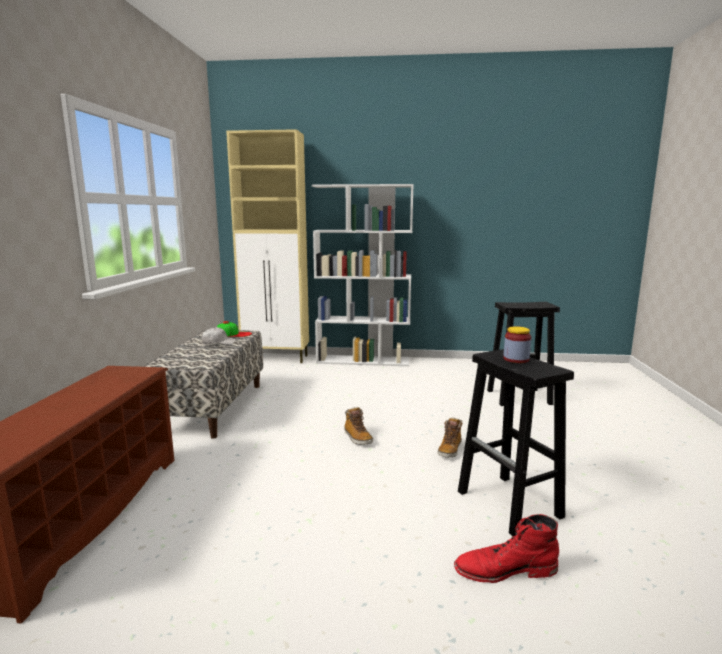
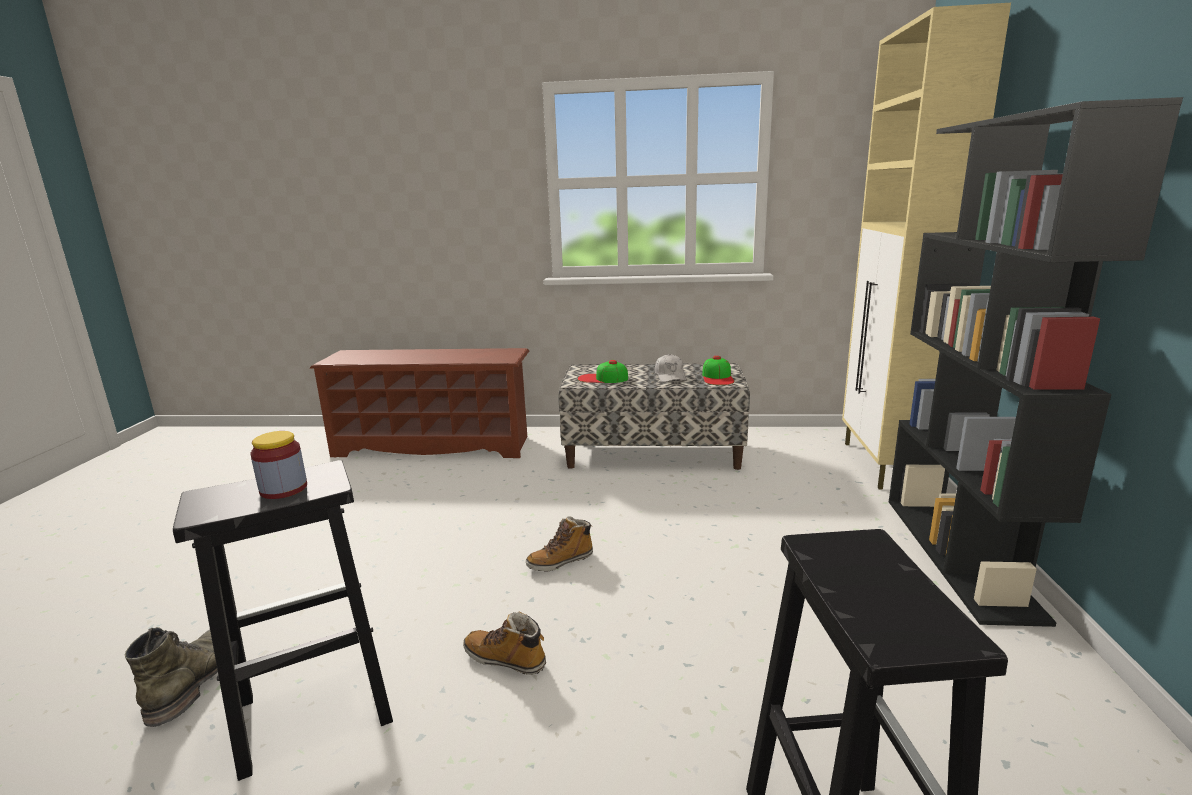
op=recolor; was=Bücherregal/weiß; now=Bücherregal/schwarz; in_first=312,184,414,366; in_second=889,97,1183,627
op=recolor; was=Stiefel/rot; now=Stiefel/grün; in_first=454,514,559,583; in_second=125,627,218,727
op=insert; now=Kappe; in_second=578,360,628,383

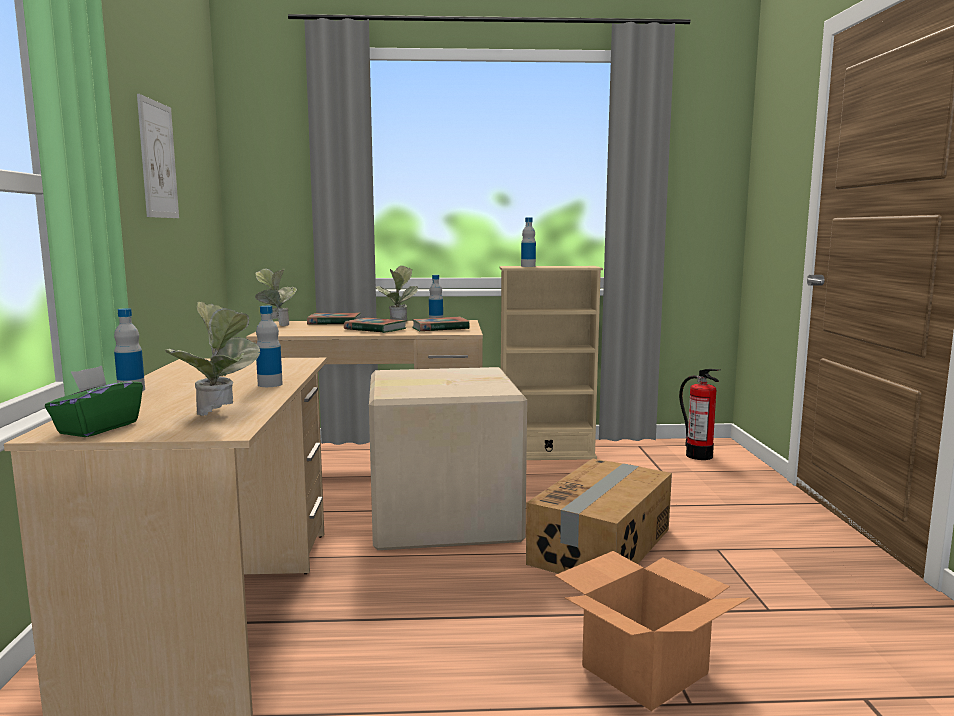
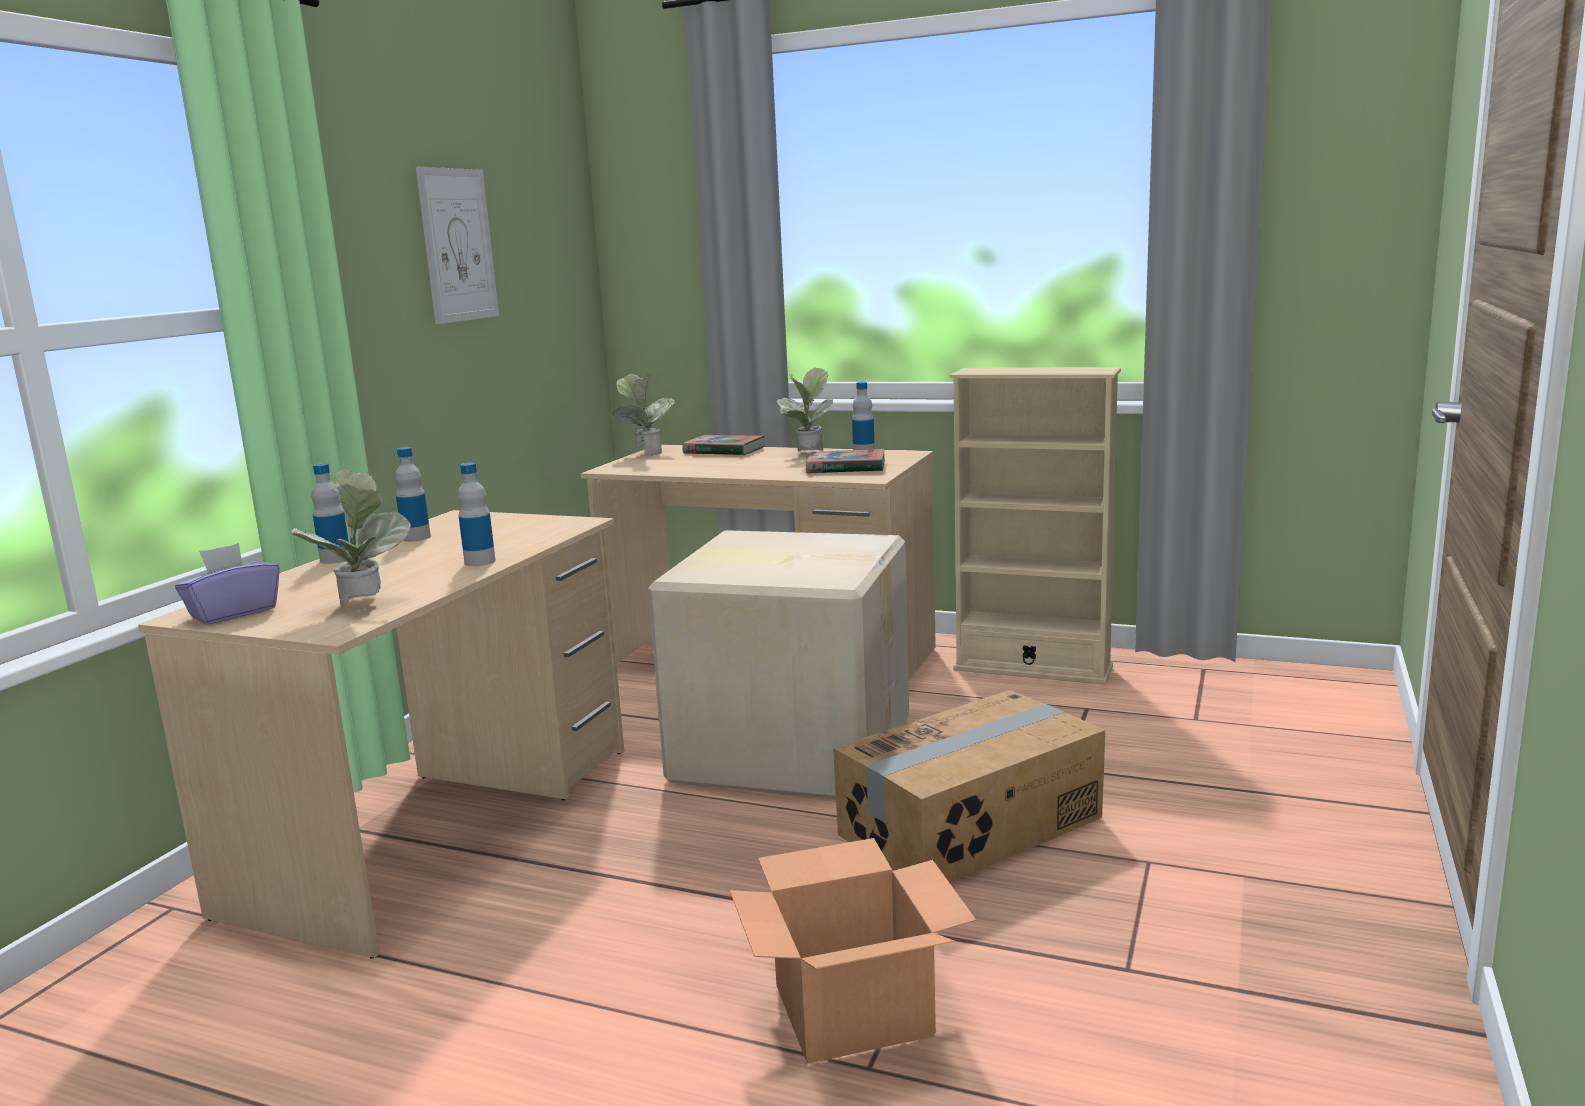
op=move; was=Flasche; in_first=521,218,536,267; in_second=395,447,431,542
op=delete; was=Buch; in_first=344,318,407,333
op=recolor; was=Taschentuchbox/grün; now=Taschentuchbox/lila; in_first=45,366,143,437; in_second=175,543,280,624
op=delete; was=Feuerlöscher; in_first=679,369,721,460

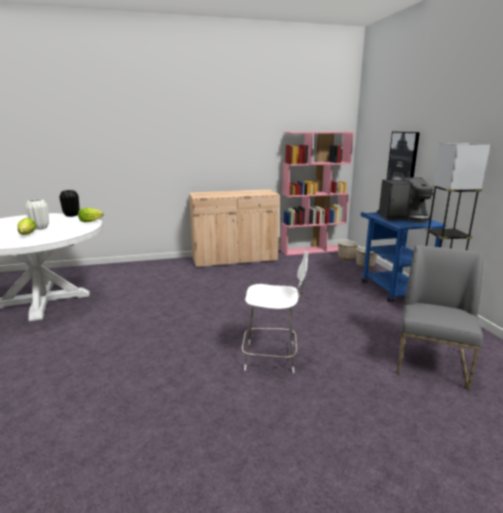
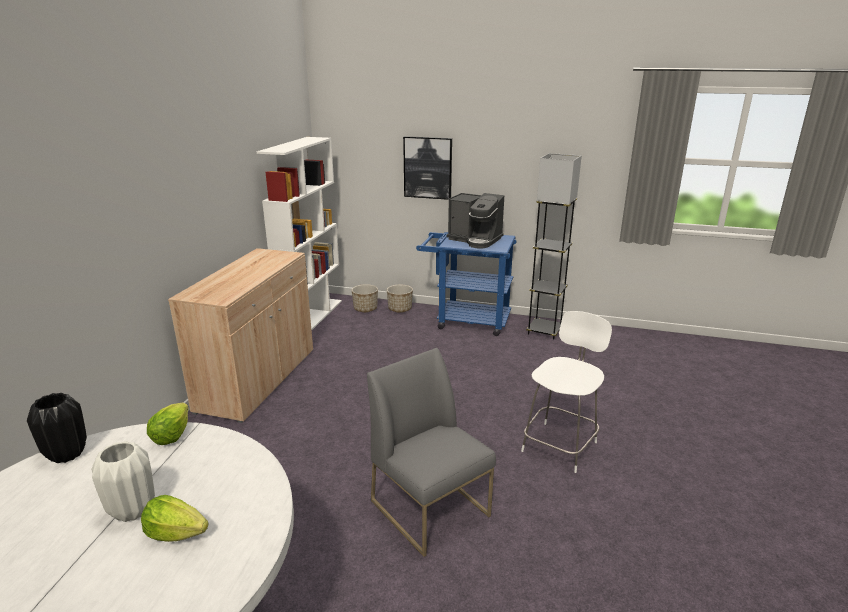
op=recolor; was=Bücherregal/rosa; now=Bücherregal/weiß; in_first=281,132,354,256; in_second=256,137,342,330
op=rotate; was=Kaffeemaschine; in_first=377,177,434,223; in_second=446,193,504,249; clockwise=90
op=move; was=Stuhl/grau; in_first=397,245,483,391; in_second=367,348,496,557

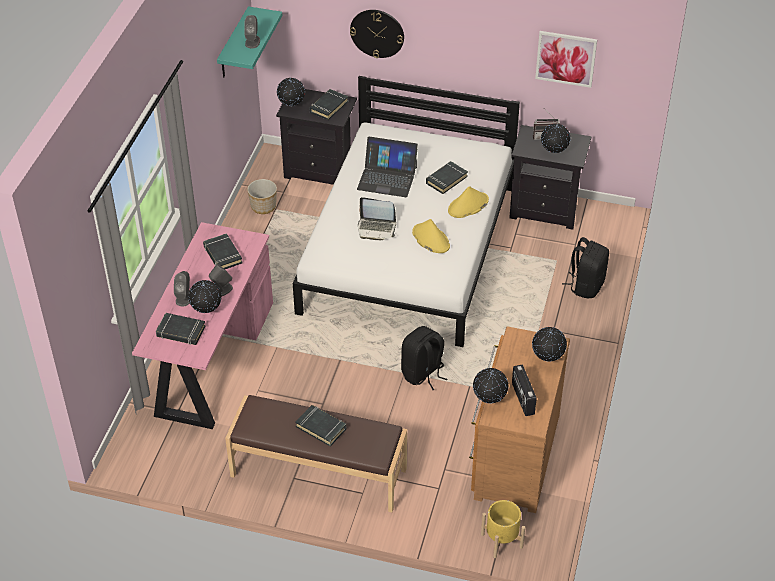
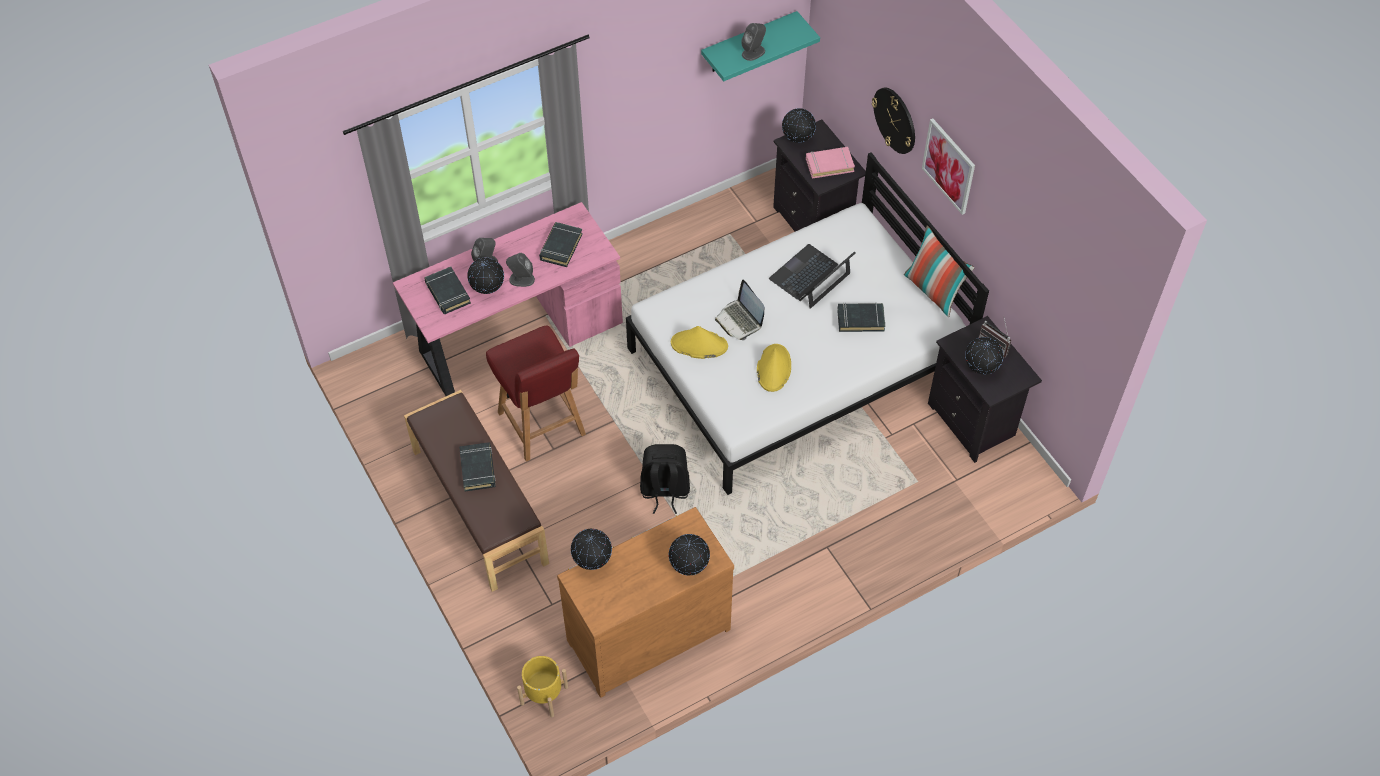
op=move; was=Bild; in_first=535,31,597,88; in_second=922,118,975,215
op=recolor; was=Buch/schwarz; now=Buch/rosa; in_first=309,89,348,120; in_second=806,147,855,179
op=rotate; was=Laptop; in_first=357,137,418,197; in_second=769,244,856,309; clockwise=75
op=delete; was=Pflanzkübel; in_first=247,179,277,214
op=move; was=Hut/gelb; in_first=448,186,489,218; in_second=671,326,728,359
op=delete; was=Rucksack/schwarz; in_first=562,237,609,298
op=delete; was=Radio; in_first=512,365,536,416
op=insert; now=Kissen; in_second=904,226,974,317
op=insert; now=Stuhl/rot; in_second=486,325,586,462

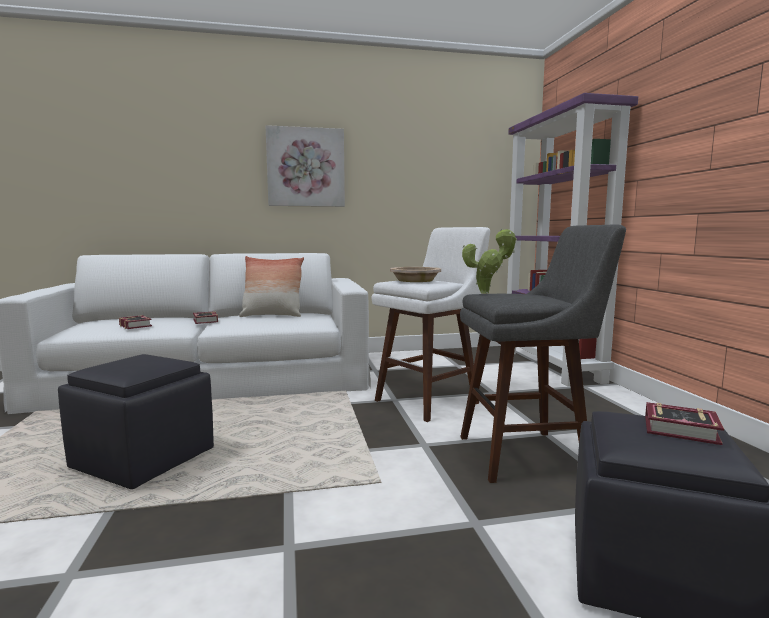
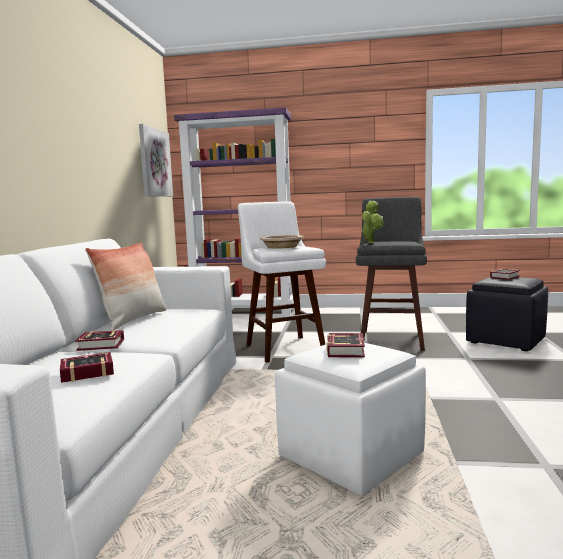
op=move; was=Bild; in_first=266,125,345,207; in_second=139,124,173,197
op=recolor; was=Polsterhocker/schwarz; now=Polsterhocker/weiß; in_first=58,354,214,489; in_second=275,343,426,496
op=insert; now=Buch; in_second=327,333,365,357

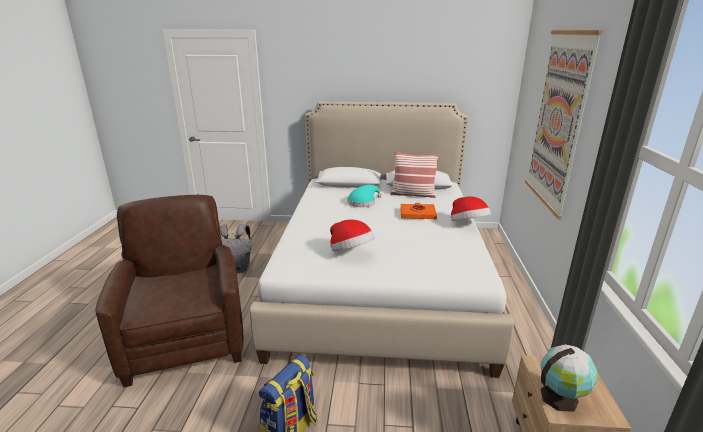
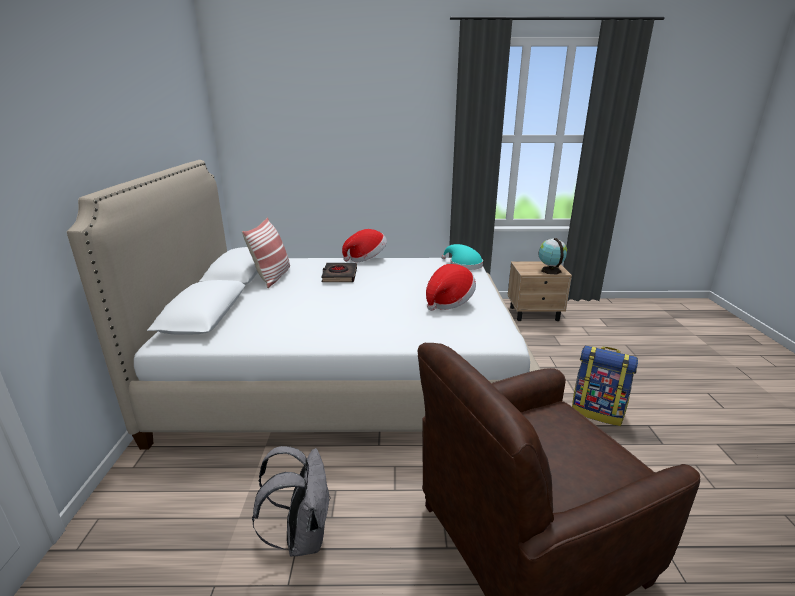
op=delete; was=Bild; in_first=525,30,603,219
op=move; was=Hut/türkis; in_first=348,185,381,207; in_second=441,244,483,270
op=recolor; was=Buch/orange; now=Buch/schwarz; in_first=400,203,437,219; in_second=321,263,357,282

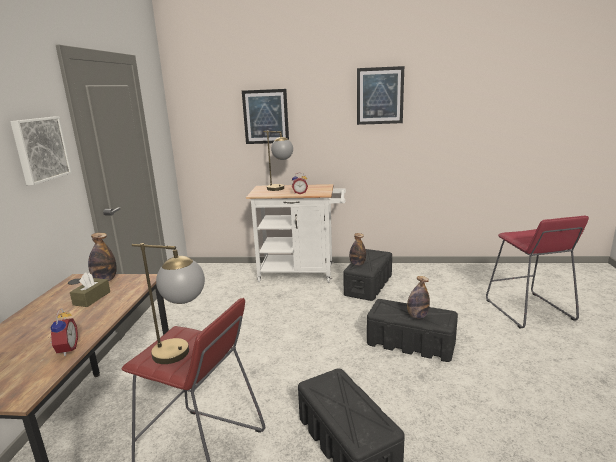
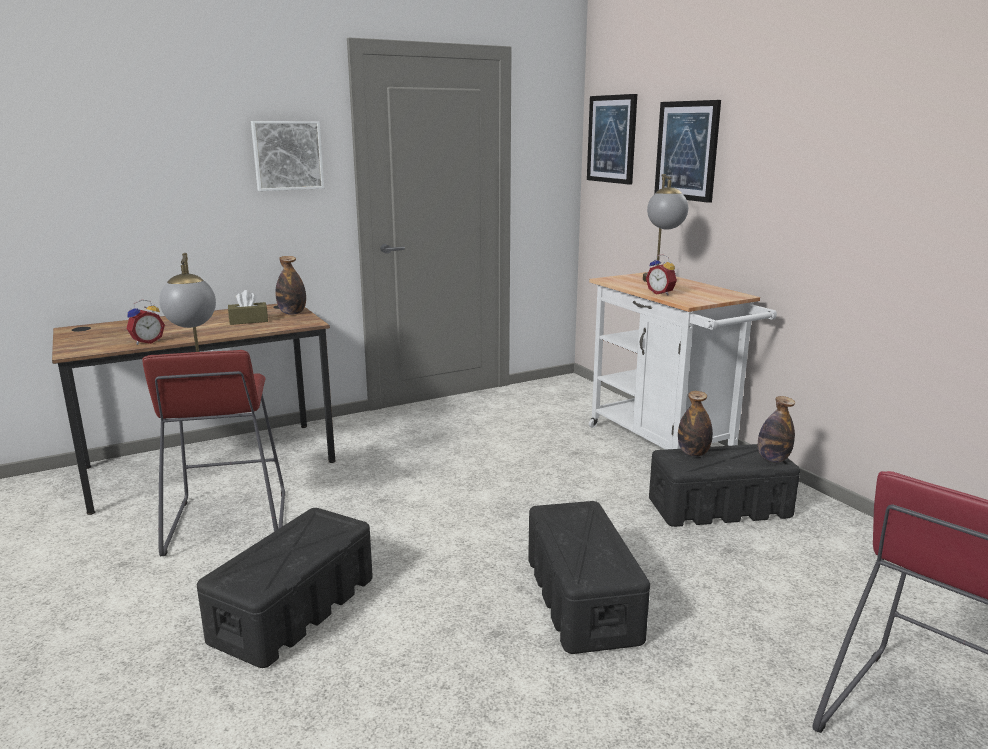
op=move; was=Bild; in_first=357,66,404,125; in_second=587,94,637,185
op=move; was=Flasche; in_first=407,276,430,319; in_second=758,396,795,463

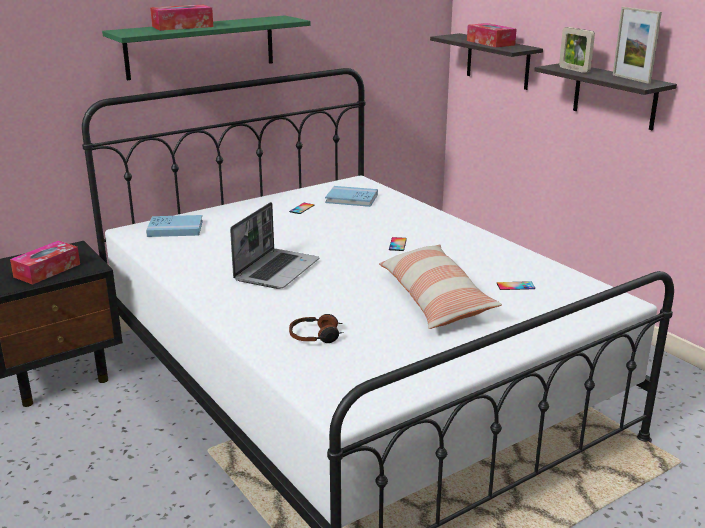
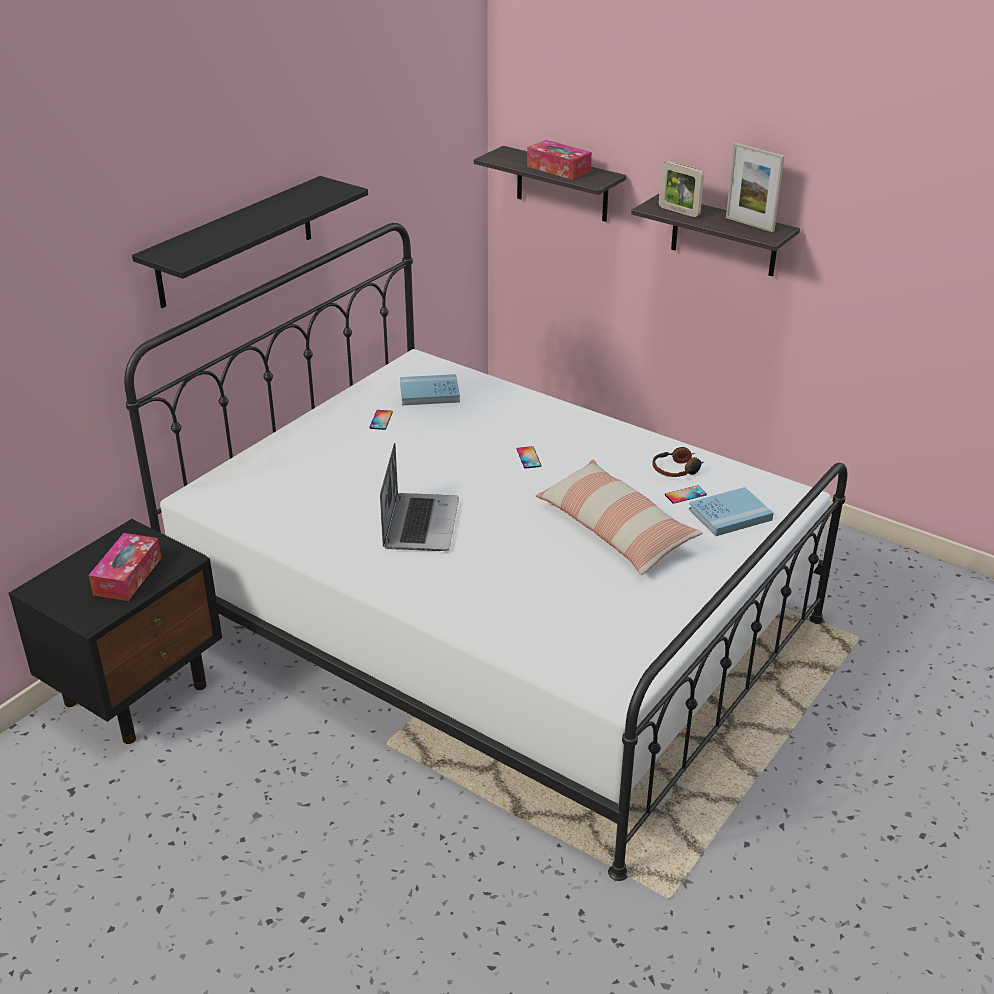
op=delete; was=Taschentuchbox; in_first=150,5,213,31
op=recolor; was=Wandregal/grün; now=Wandregal/schwarz; in_first=102,15,310,80; in_second=132,176,368,308
op=move; was=Buch/blau; in_first=146,215,203,237; in_second=689,487,774,536
op=move; was=Kopfhörer; in_first=289,314,344,343; in_second=652,447,703,477

